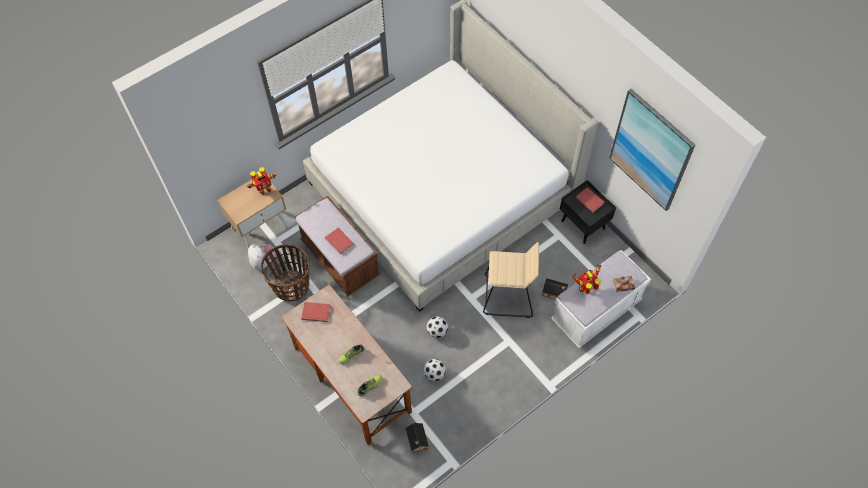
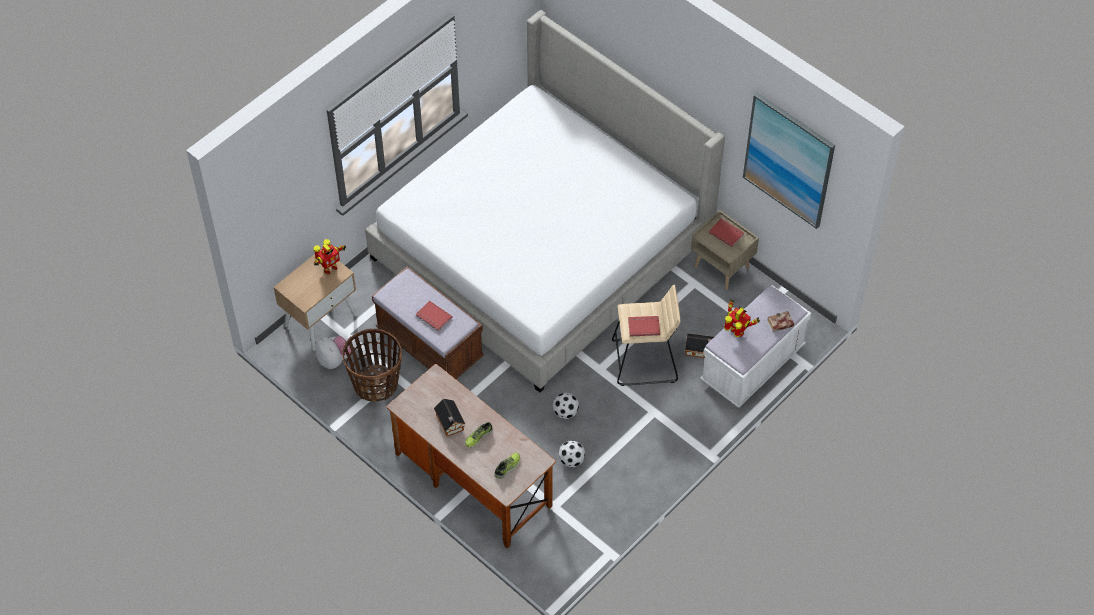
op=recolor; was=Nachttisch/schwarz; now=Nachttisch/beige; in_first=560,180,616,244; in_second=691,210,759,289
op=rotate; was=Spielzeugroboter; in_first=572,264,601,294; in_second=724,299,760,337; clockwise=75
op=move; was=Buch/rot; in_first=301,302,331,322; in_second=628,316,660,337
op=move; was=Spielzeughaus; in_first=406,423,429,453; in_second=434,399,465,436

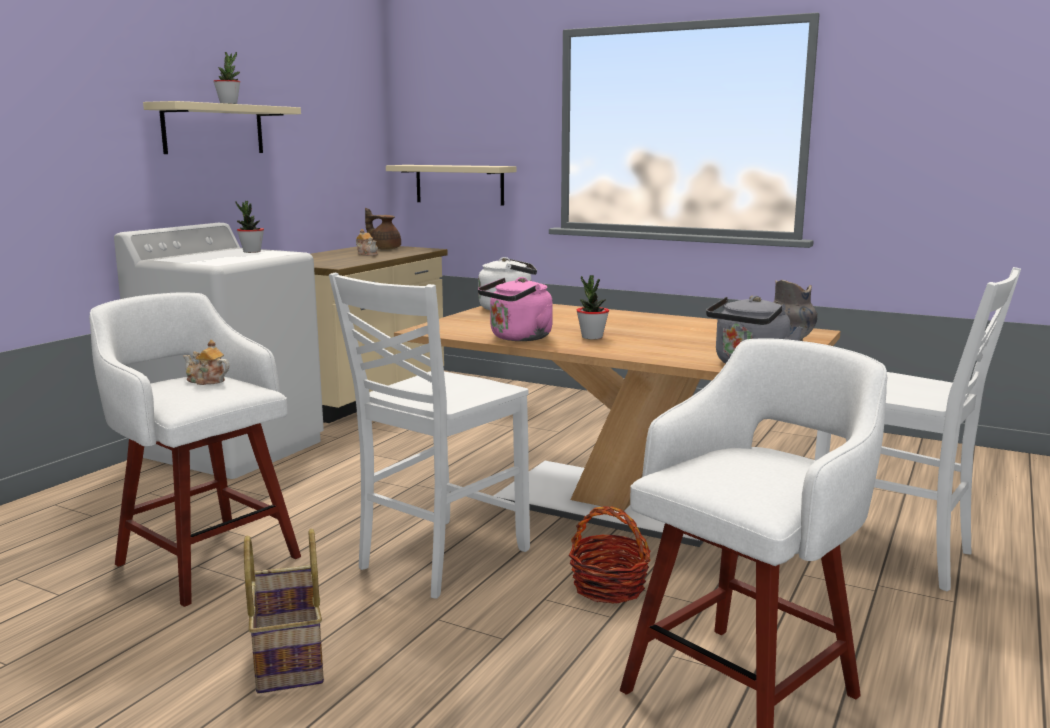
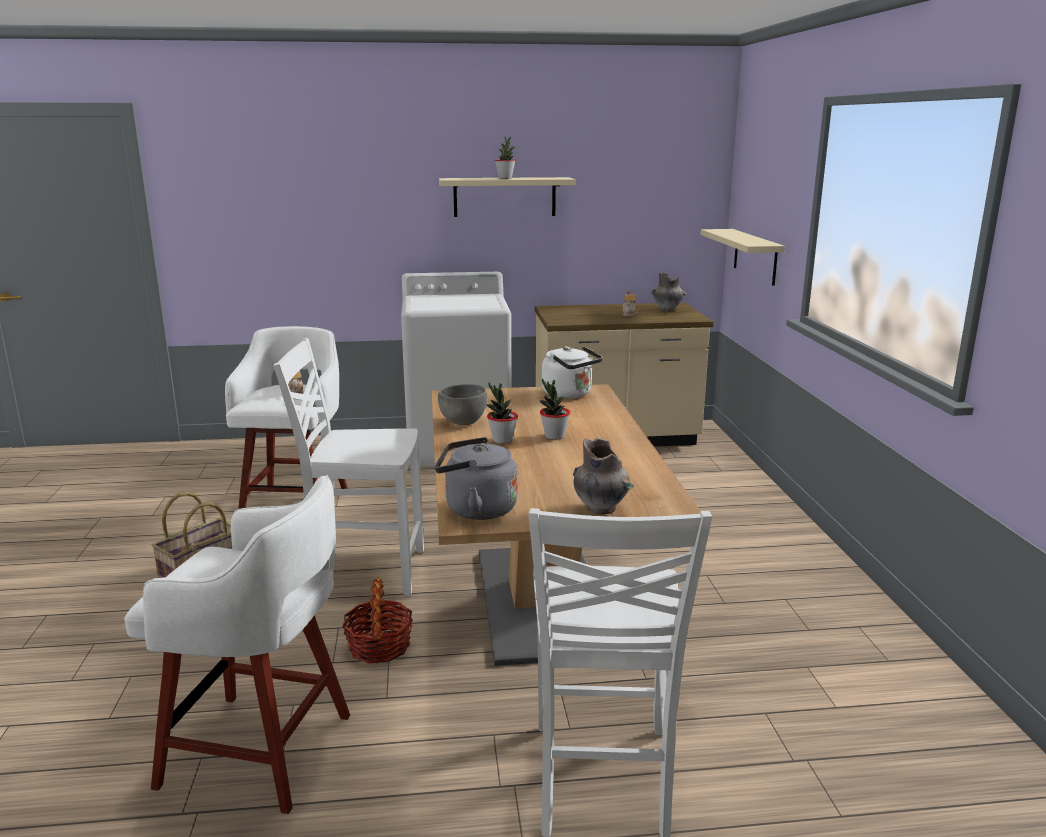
op=move; was=Topfpflanze; in_first=235,201,264,253; in_second=540,378,570,440
op=replace; was=Teekanne/braun; now=Vase/grau; in_first=365,208,401,250; in_second=651,272,687,312
op=replace; was=Wasserkessel/rosa; now=Schüssel/grau; in_first=478,277,553,341; in_second=438,384,488,425

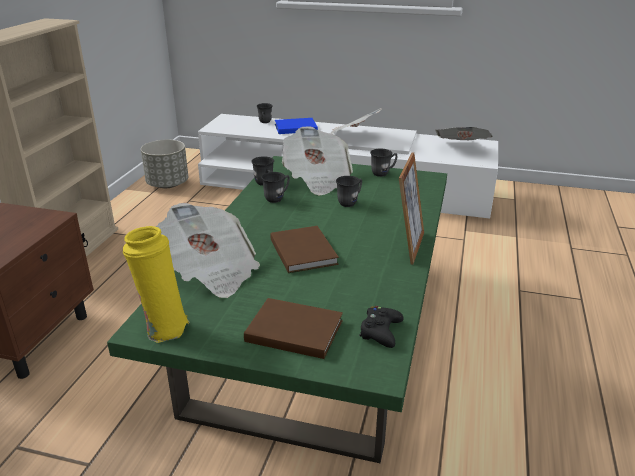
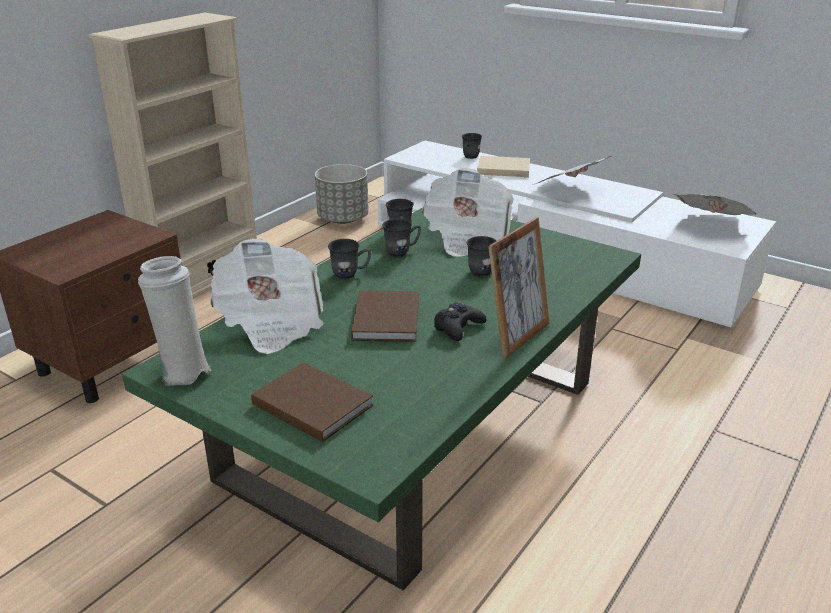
op=recolor; was=Buch/blau; now=Buch/beige; in_first=275,118,318,134; in_second=477,156,530,177
op=move; was=Henkelbecher/grau; in_first=370,149,398,177; in_second=328,239,371,279
op=recolor; was=Vase/gelb; now=Vase/weiß; in_first=123,226,190,343; in_second=138,256,211,386
op=move; was=Gamepad/schwarz; in_first=359,306,404,348; in_second=434,302,486,341

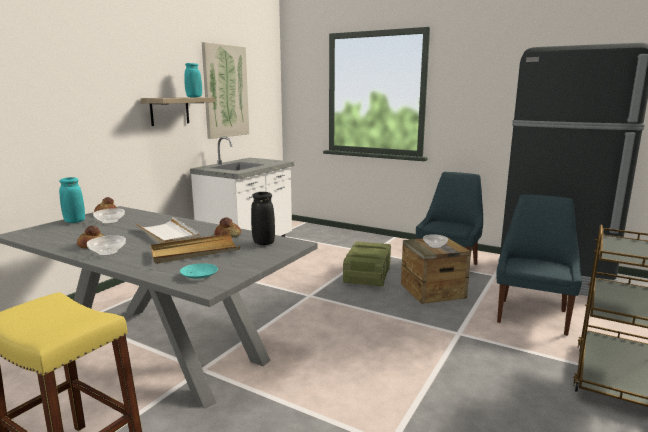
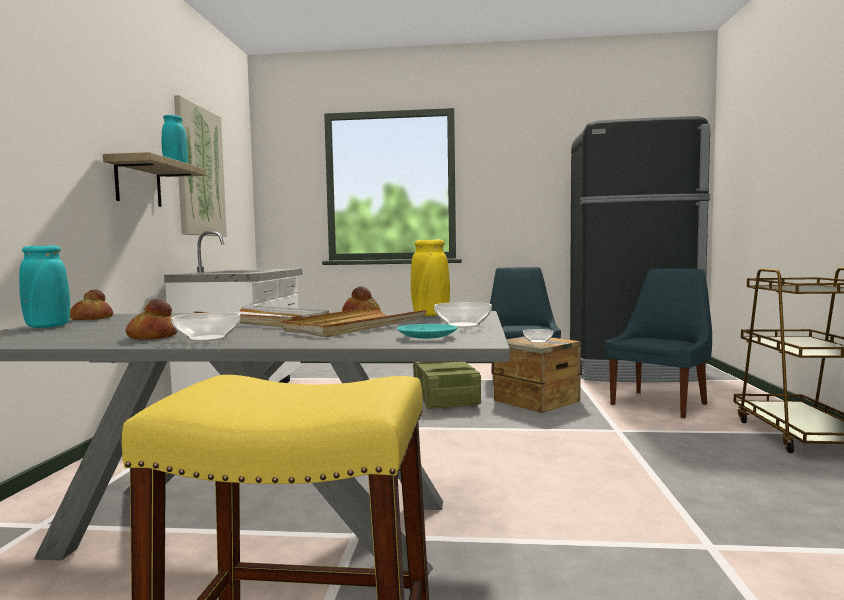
op=recolor; was=Vase/schwarz; now=Vase/gelb; in_first=251,192,275,245; in_second=411,239,450,316
op=rotate; was=Stuhl/blau; in_first=496,194,582,336; in_second=605,269,712,419; clockwise=45
op=move; was=Schüssel; in_first=93,208,125,224; in_second=434,302,492,328

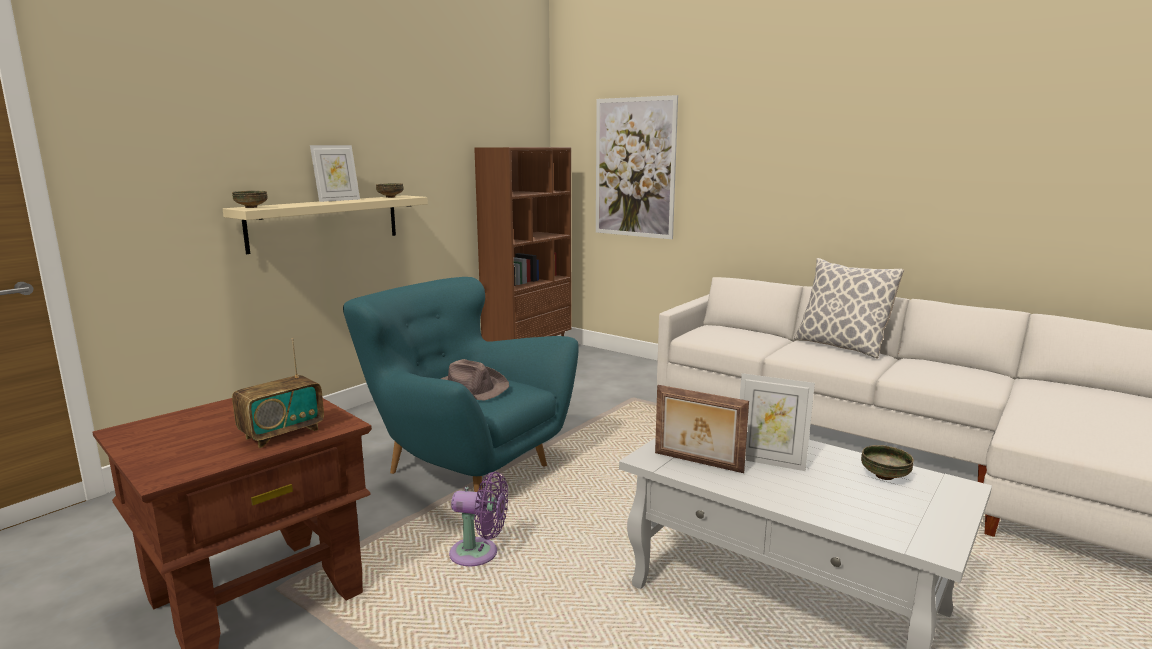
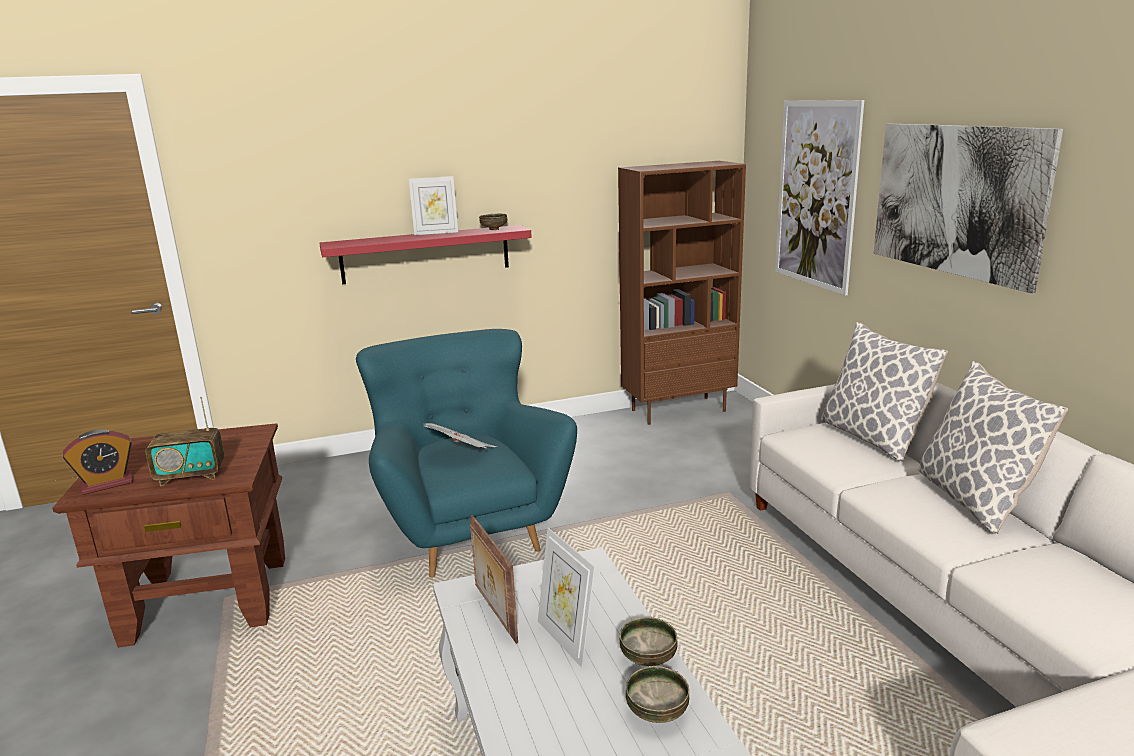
op=move; was=Schüssel; in_first=232,191,268,208; in_second=620,617,677,666
op=recolor; was=Wandregal/beige; now=Wandregal/rot; in_first=223,195,428,254; in_second=319,225,532,284
op=replace; was=Hut/braun; now=Zeitung; in_first=441,359,509,401; in_second=425,423,497,448
op=delete; was=Ventilator/lila; in_first=449,472,508,566
op=insert; now=Bild; in_second=874,124,1063,293
op=insert; now=Kissen; in_second=820,322,948,461
op=insert; now=Wecker; in_second=63,429,133,495

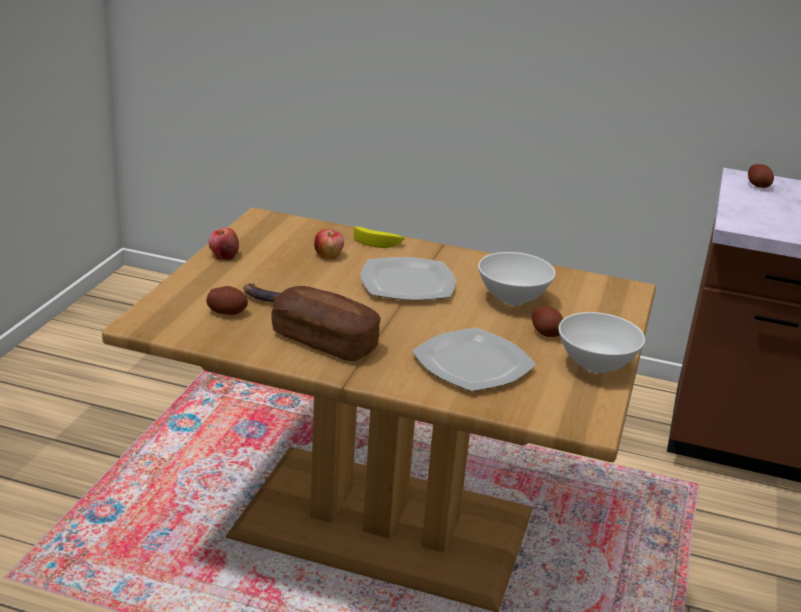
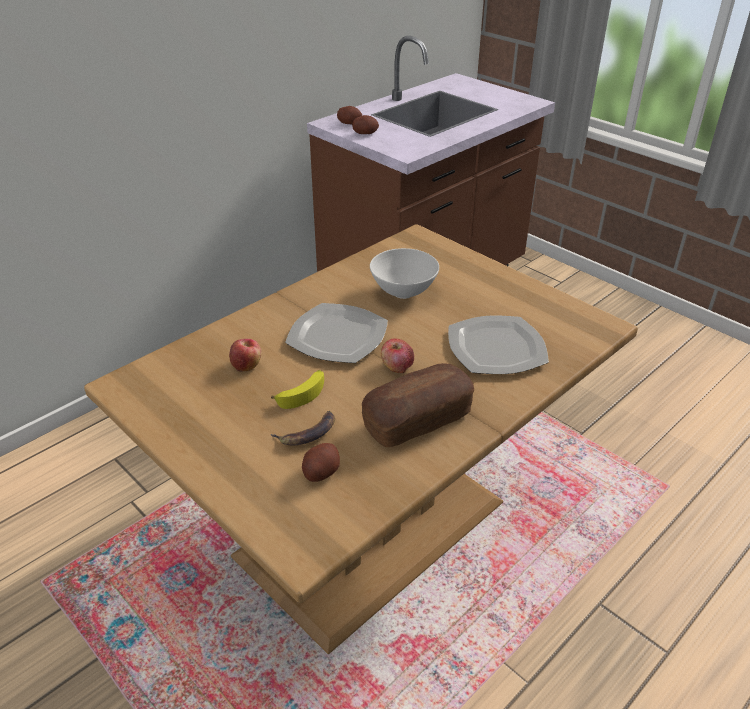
op=move; was=Banane; in_first=353,226,405,248; in_second=271,370,324,409
op=move; was=Apfel; in_first=209,228,239,260; in_second=381,338,414,373
op=move; was=Kartoffel; in_first=532,306,563,337; in_second=352,115,379,134
op=delete; was=Schüssel/weiß; in_first=559,312,645,374

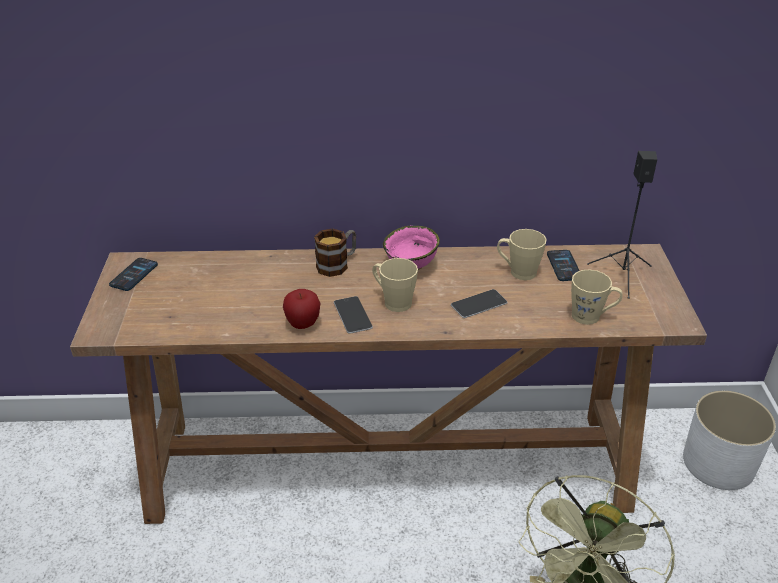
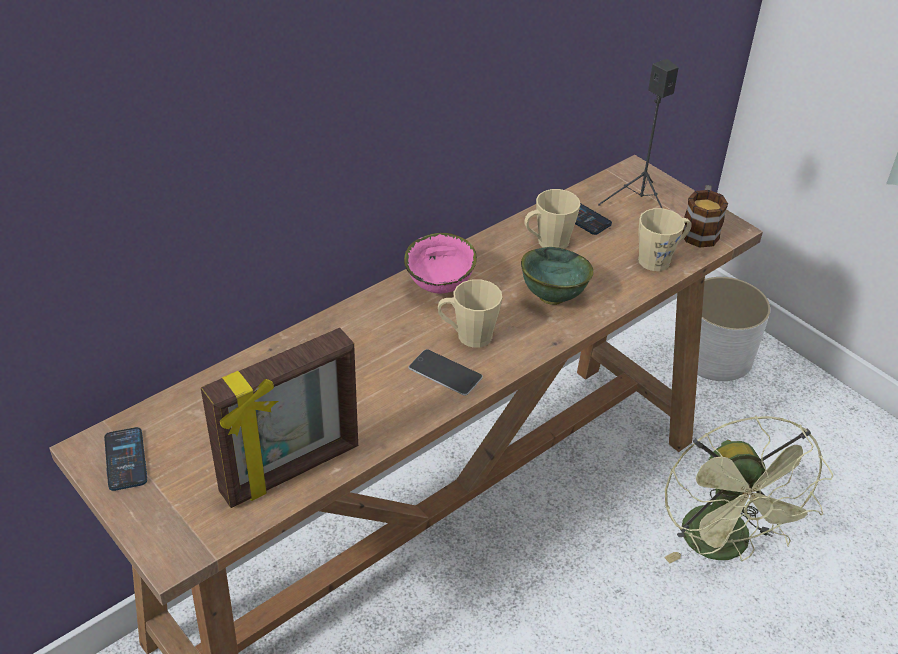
op=move; was=Henkelbecher; in_first=314,228,356,277; in_second=682,185,728,248
op=delete; was=Apfel; in_first=283,289,321,329
op=replace; was=Handy; now=Schüssel/grün; in_first=451,289,508,318; in_second=521,247,593,305
op=insert; now=Bilderrahmen; in_second=201,328,358,508

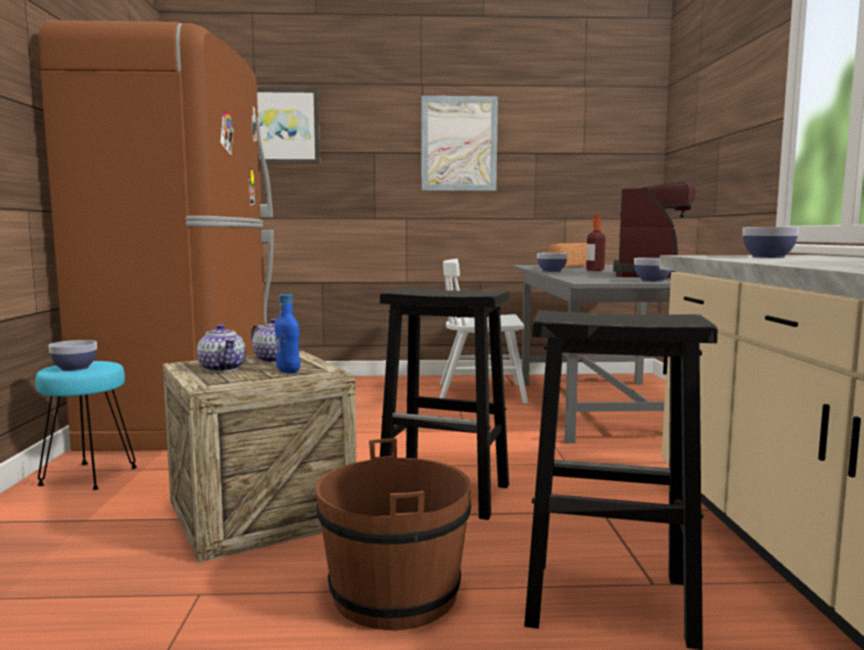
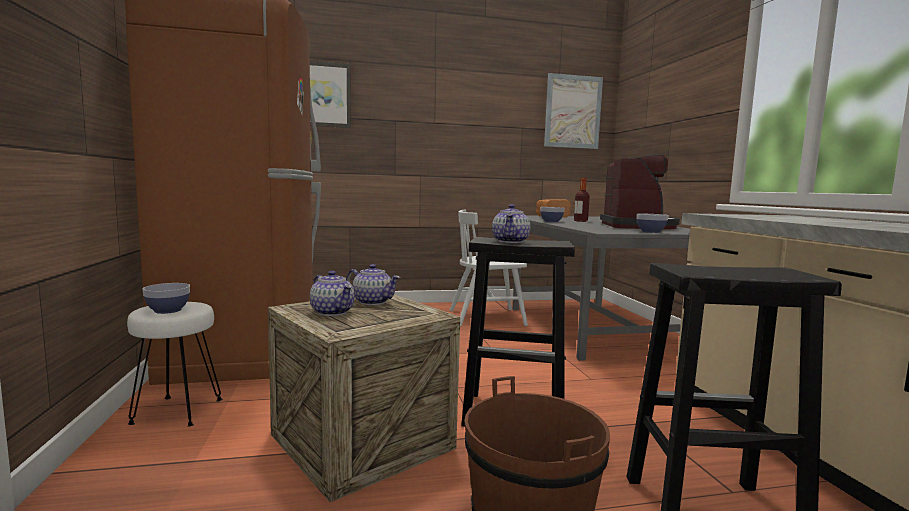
op=move; was=Bild; in_first=421,96,498,191; in_second=544,73,603,149
op=delete; was=Schüssel; in_first=743,227,799,258
op=delete; was=Flasche/blau; in_first=275,294,300,373
op=recolor; was=Hocker/türkis; now=Hocker/weiß; in_first=35,361,137,490; in_second=127,302,222,427
op=insert; now=Teekanne; in_second=492,204,530,243

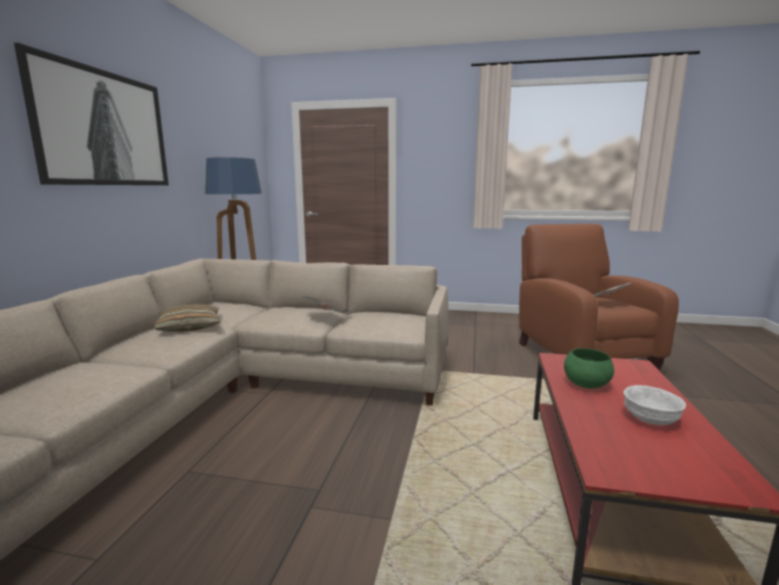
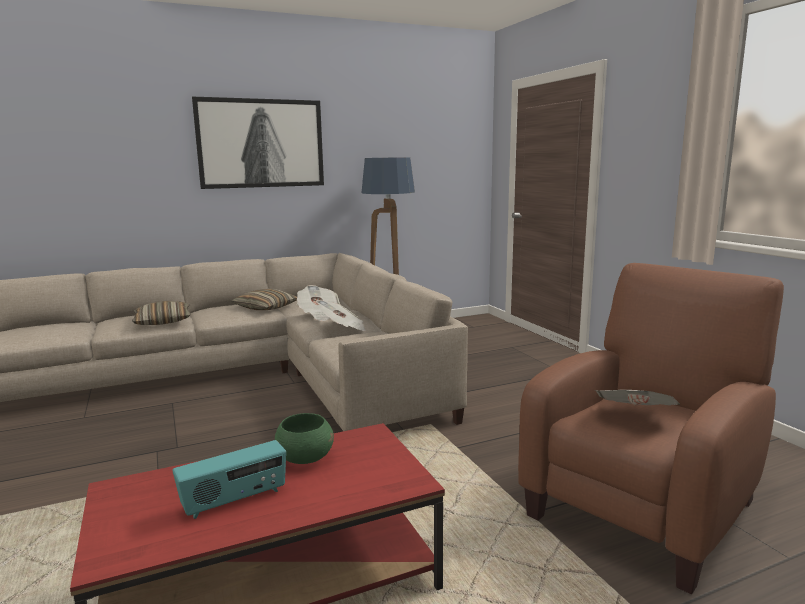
op=replace; was=Schüssel/weiß; now=Radio; in_first=623,385,686,425; in_second=173,440,286,519
op=insert; now=Zeitung; in_second=297,285,340,321
op=insert; now=Kissen; in_second=132,301,191,325

